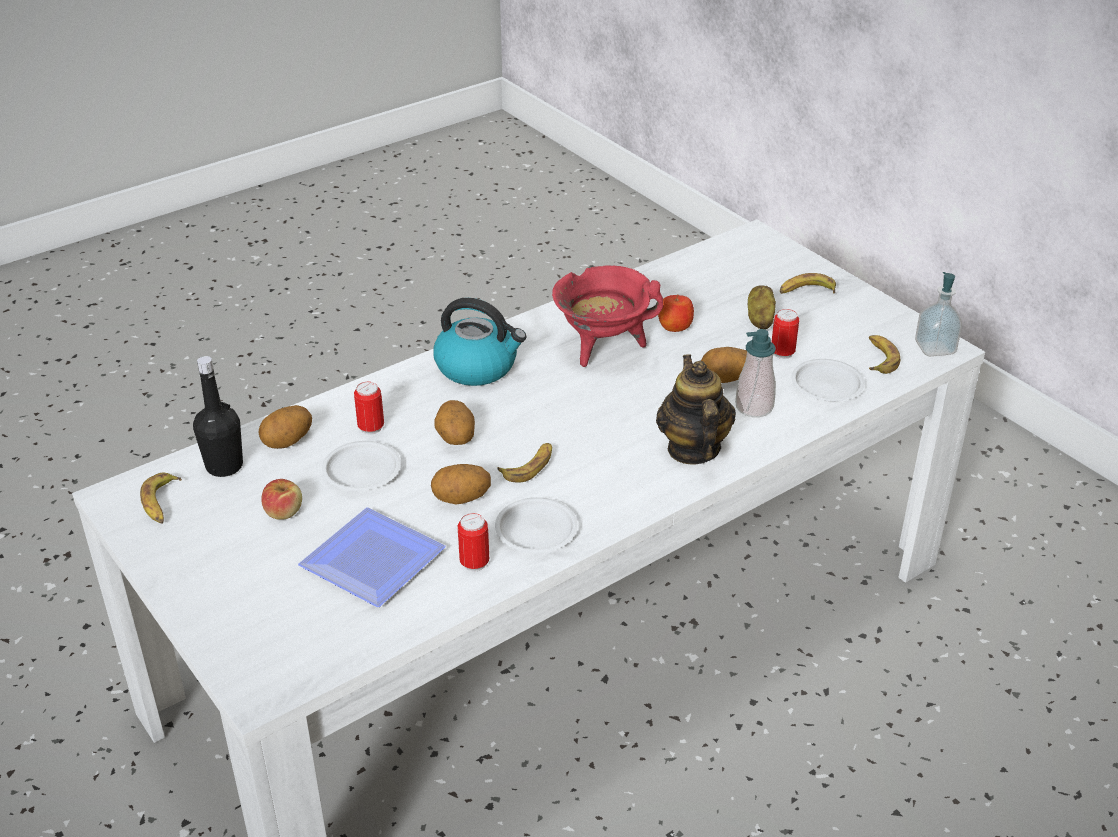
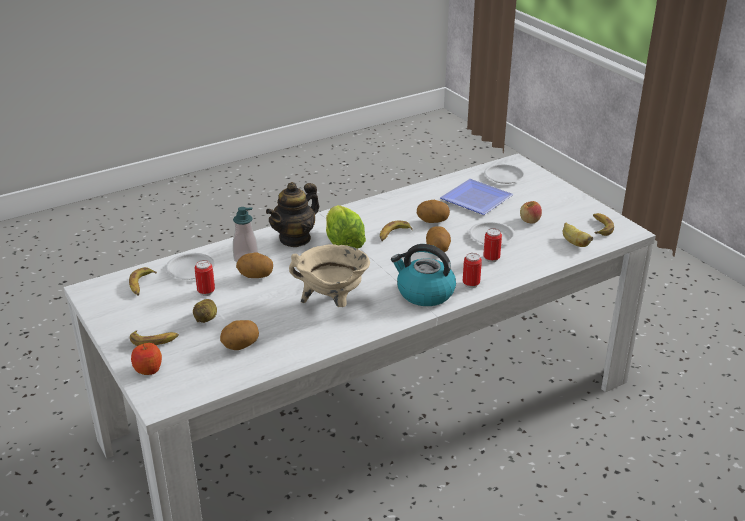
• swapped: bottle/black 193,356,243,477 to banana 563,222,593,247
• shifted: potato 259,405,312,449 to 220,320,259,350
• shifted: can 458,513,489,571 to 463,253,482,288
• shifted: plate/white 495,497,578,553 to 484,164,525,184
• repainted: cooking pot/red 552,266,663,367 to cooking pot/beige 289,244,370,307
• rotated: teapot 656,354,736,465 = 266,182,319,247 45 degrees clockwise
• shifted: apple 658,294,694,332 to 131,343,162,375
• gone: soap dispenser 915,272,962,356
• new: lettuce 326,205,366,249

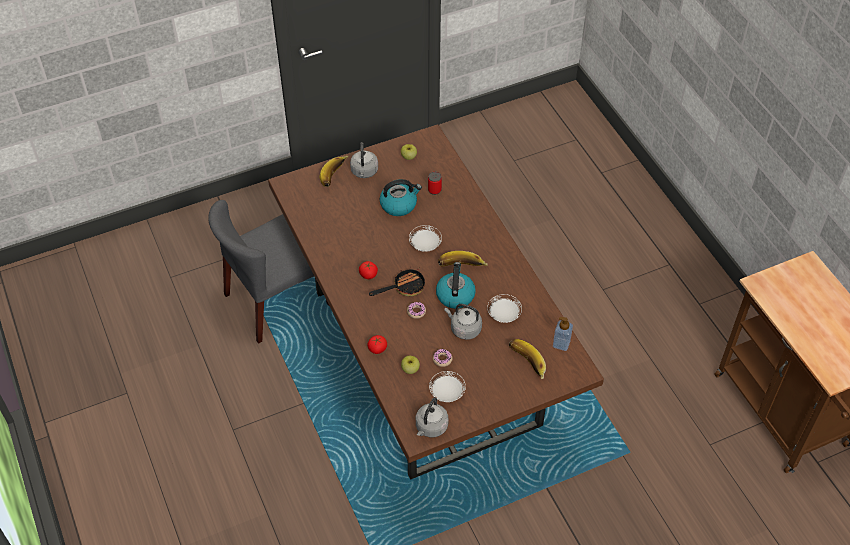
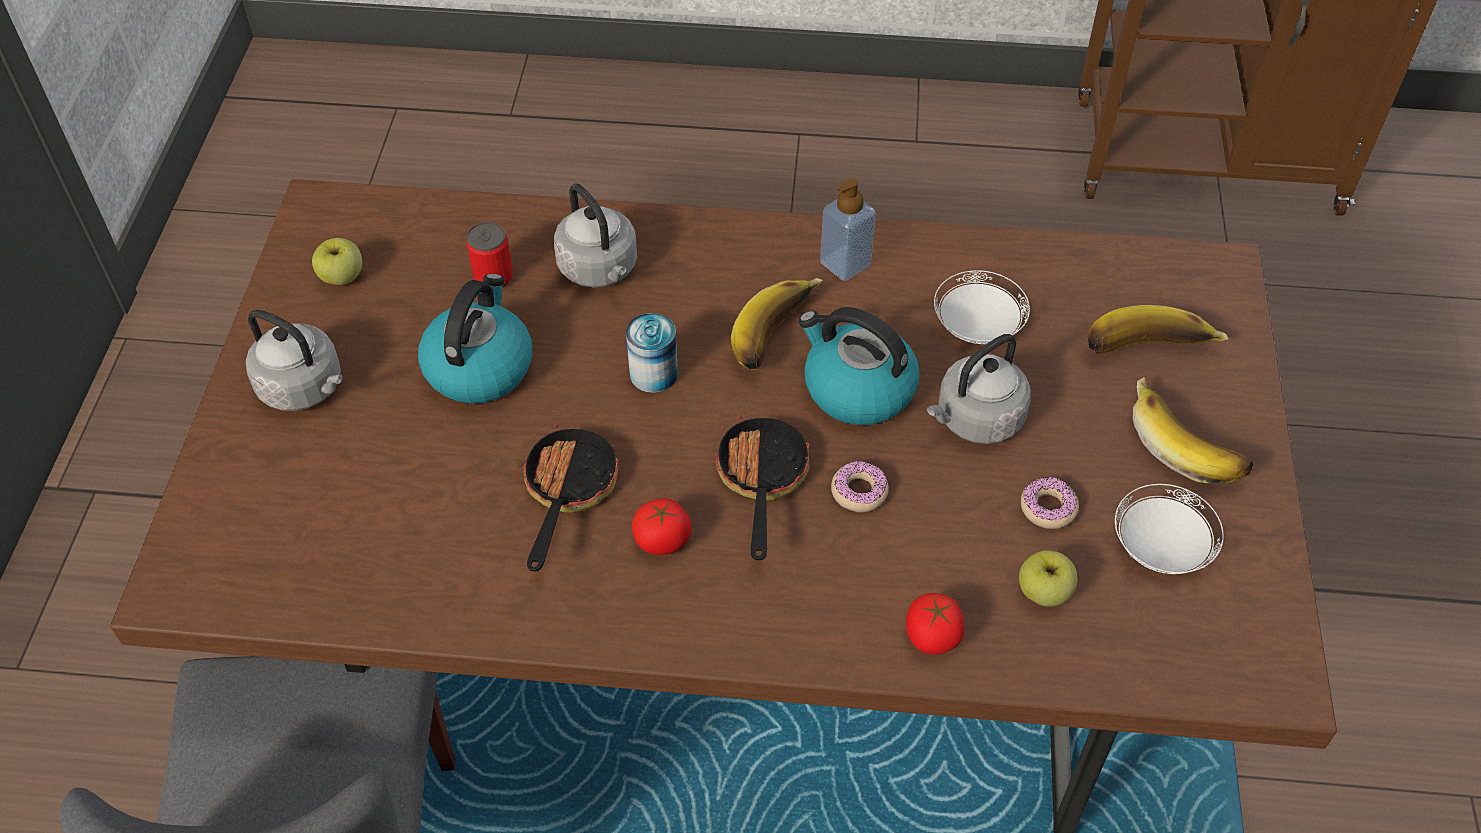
• shifted: banana 320,156,348,187 to 1133,377,1253,483
• swapped: plate/white 409,225,442,252 to can 626,313,678,393
• shifted: kettle/grey 416,397,448,437 to 554,183,637,288
• shifted: soap dispenser 553,317,573,351 to 820,178,876,281
• new: frying pan 522,415,619,572

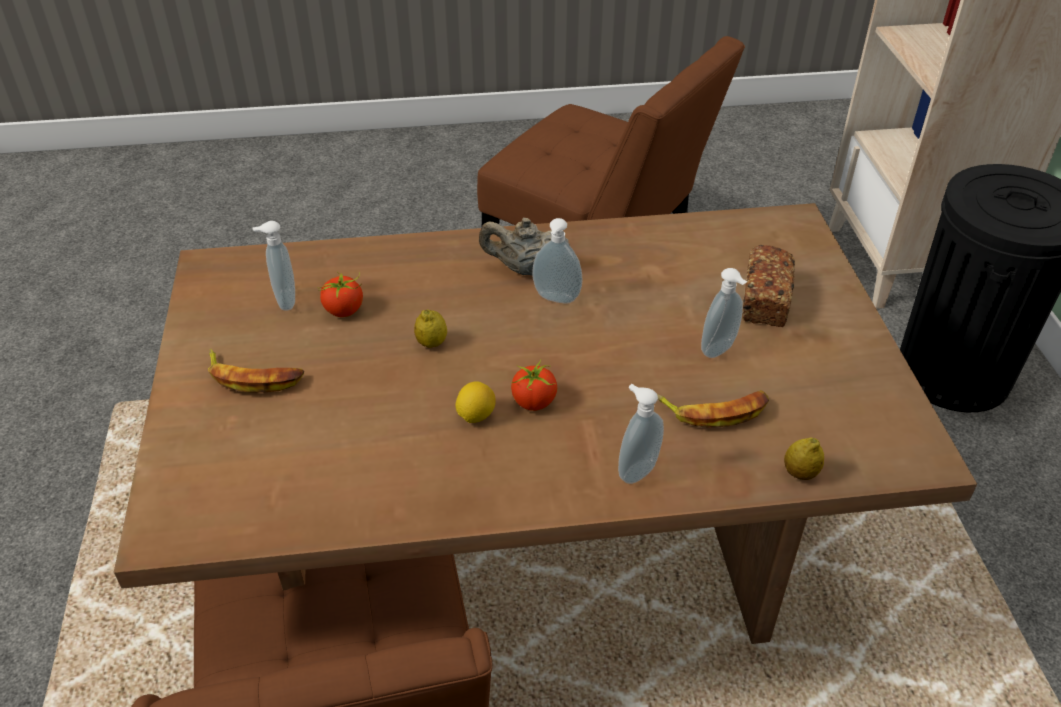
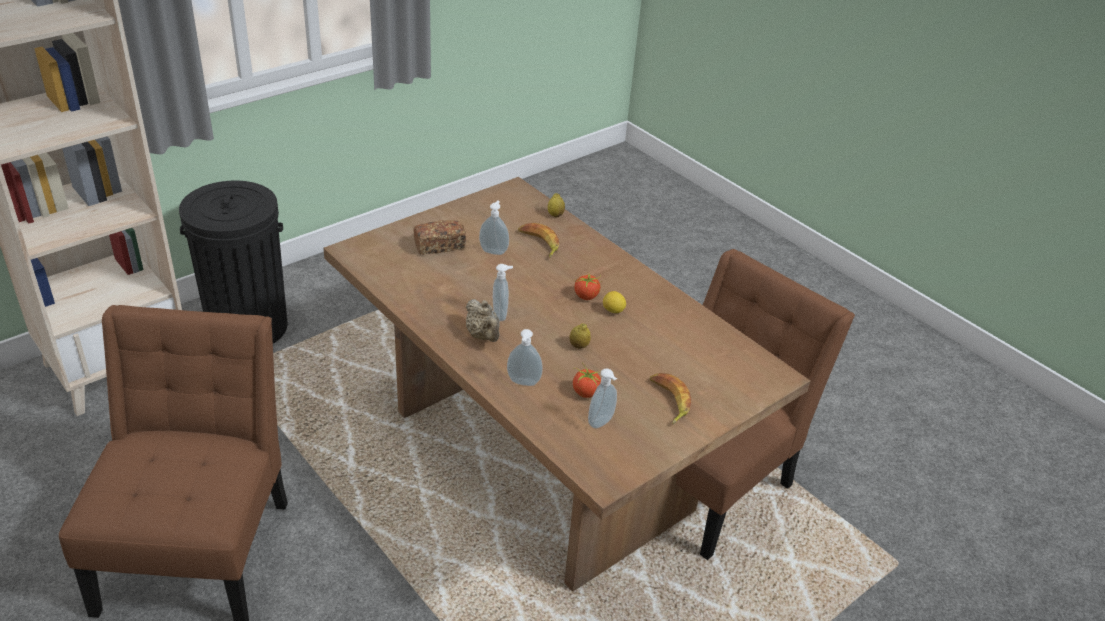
• shifted: soap dispenser 618,384,664,484 to 507,329,543,386

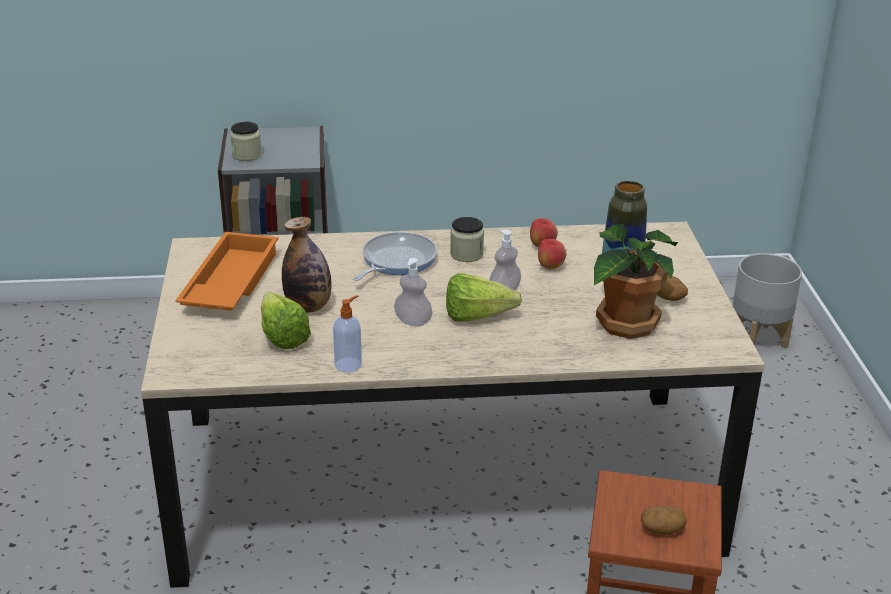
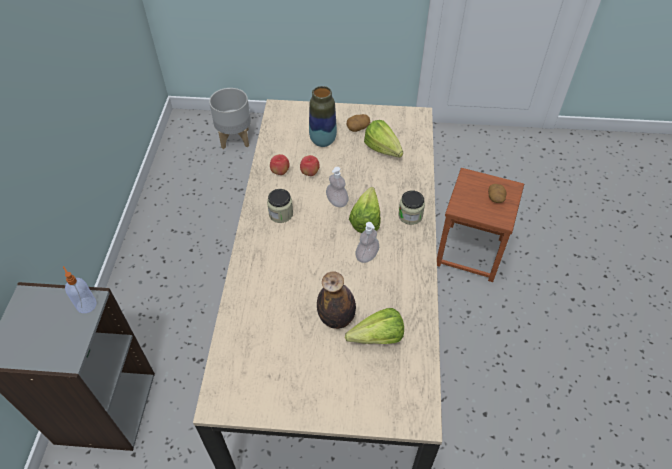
• gone: tray/orange 175,232,278,311
• shifted: jar 230,122,261,161 to 398,190,425,225
• shifted: soap dispenser 333,295,362,373 to 63,266,97,313
• gone: frying pan 353,232,437,281
• swapped: potted plant 594,224,678,339 to lettuce 364,120,403,158

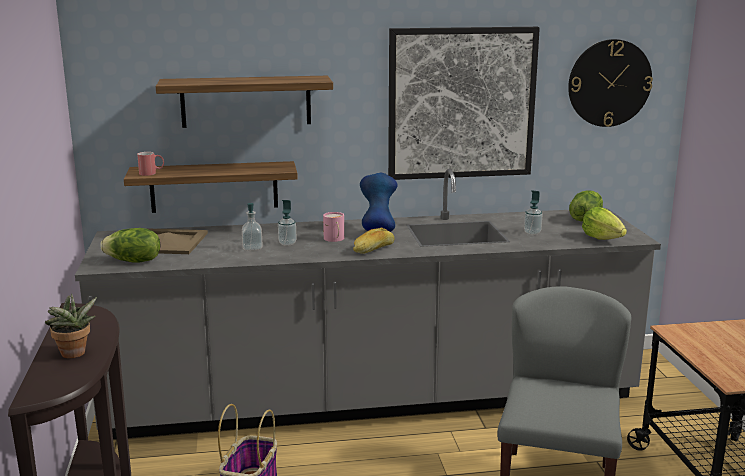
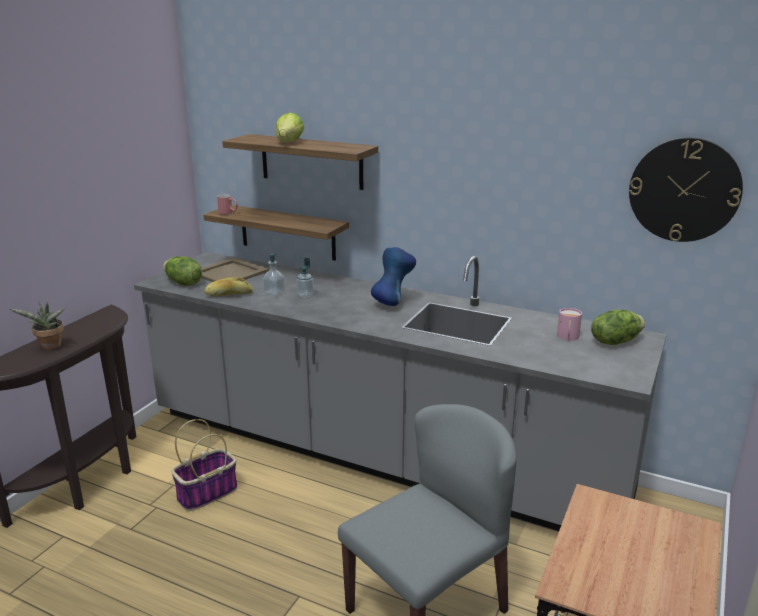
• shifted: mug/pink 323,212,344,242 to 557,308,582,341
• shifted: bread 353,227,395,254 to 204,277,253,297
• gone: picture 388,27,540,180
• gone: soap dispenser 524,190,542,235
• shifted: lettuce 582,207,627,240 to 276,112,304,142

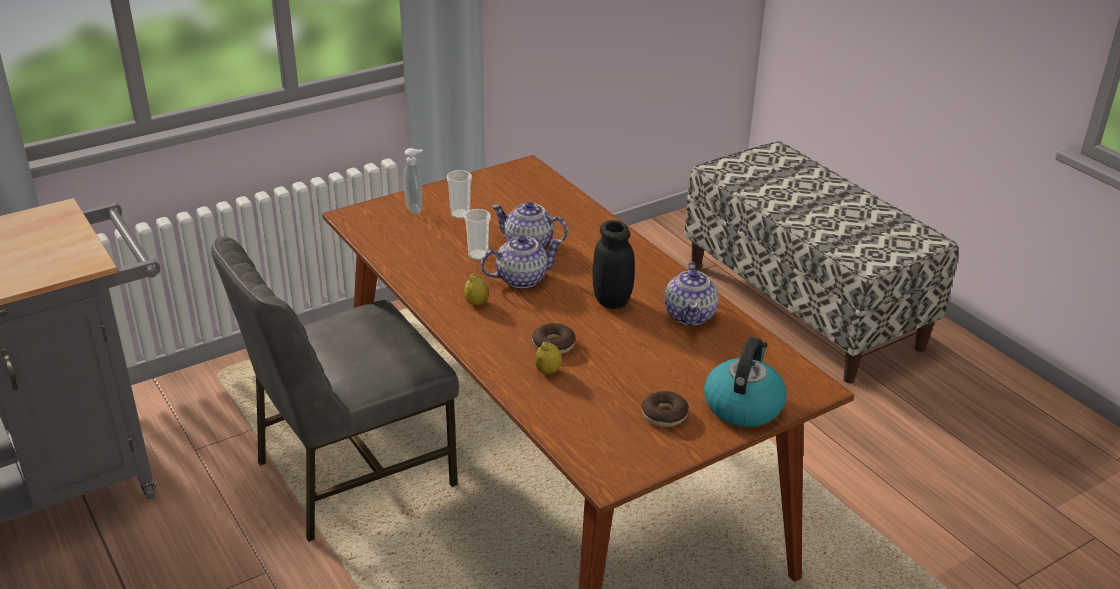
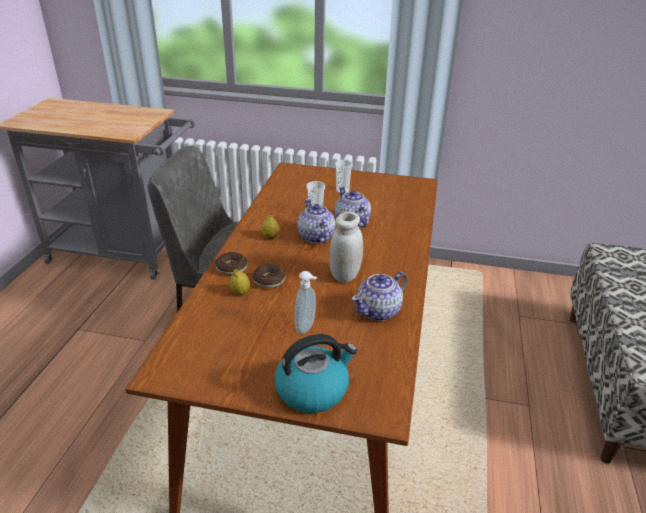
• shifted: soap dispenser 403,148,423,214 to 295,271,317,334
• rotated: teapot 480,235,563,288 = 297,199,336,243 135 degrees counterclockwise
• repainted: jar/black 592,220,635,309 to jar/white 330,212,363,283
• shifted: donut 642,391,689,427 to 215,252,248,275

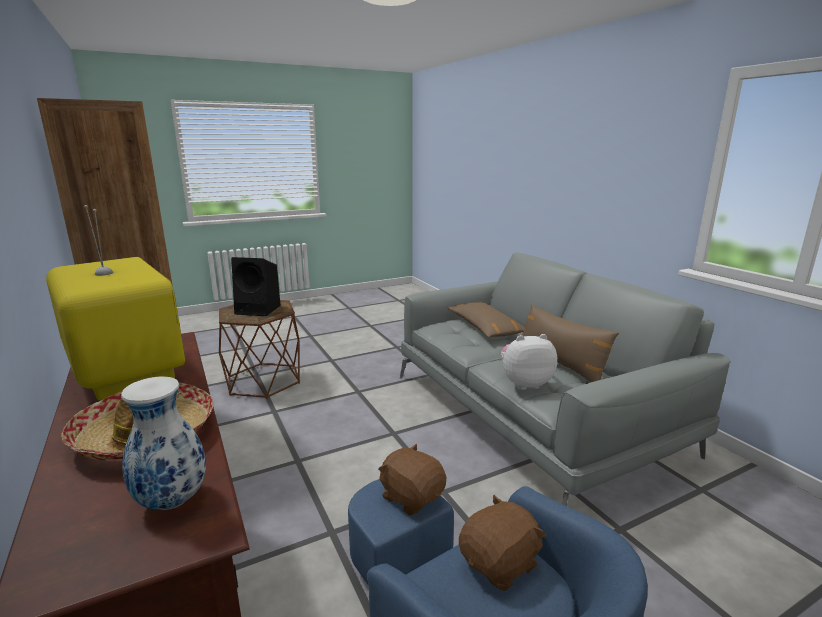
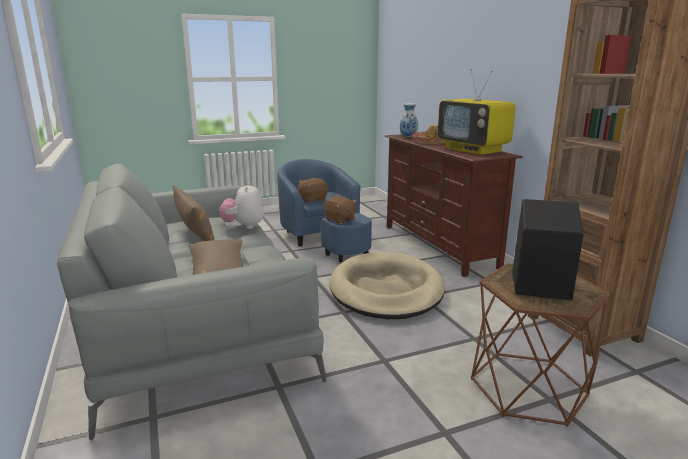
• rotated: plush toy 501,334,557,390 = 219,182,264,229 90 degrees clockwise
• new: dog bed/beige 330,252,445,319

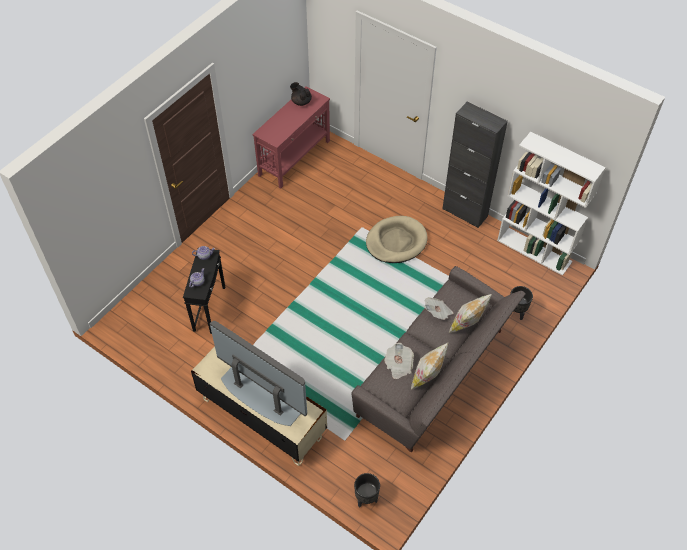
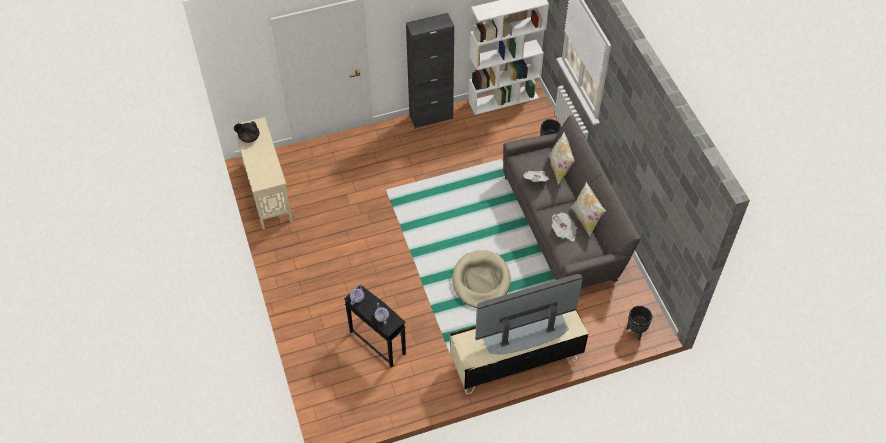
• repainted: console table/red 252,86,330,189 to console table/beige 233,117,293,229
• shifted: dog bed/beige 366,216,428,263 to 452,250,511,308

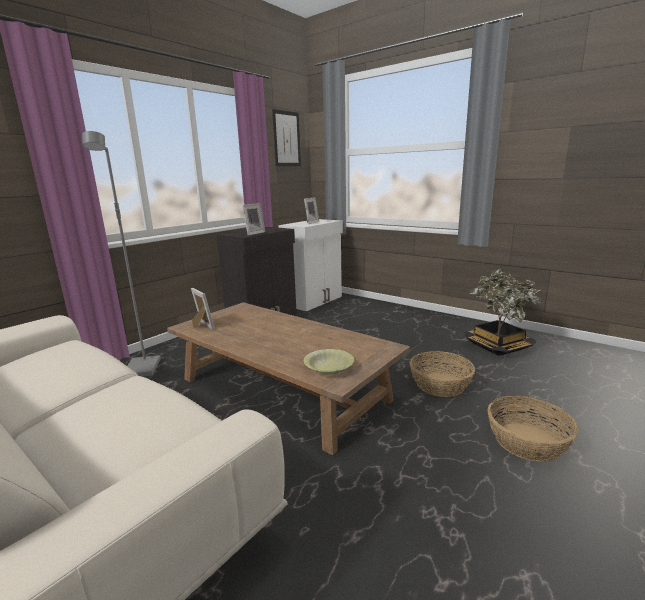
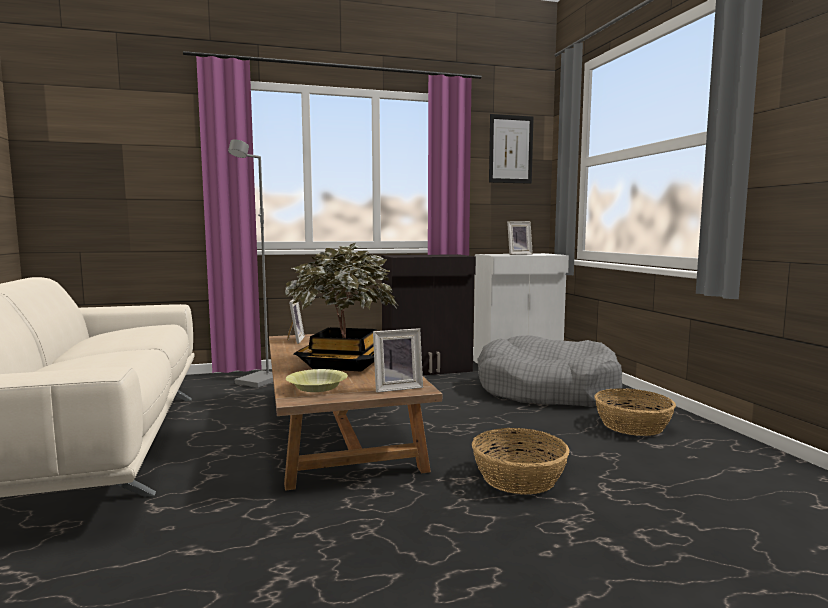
• shifted: picture frame 242,203,265,235 to 373,328,423,393
• shifted: potted plant 464,269,540,356 to 286,243,398,372
• shifted: basket 488,396,579,462 to 594,388,676,436
• new: dog bed/grey 477,335,622,407

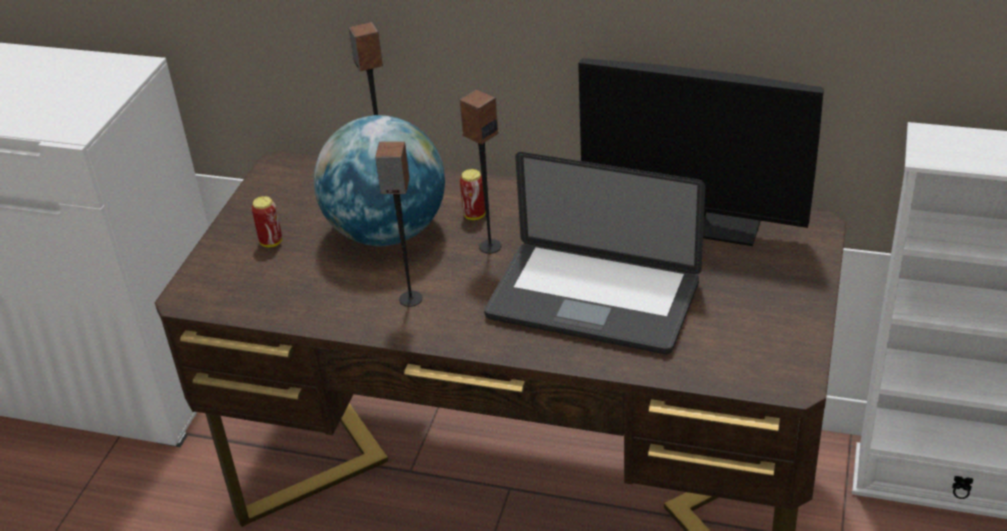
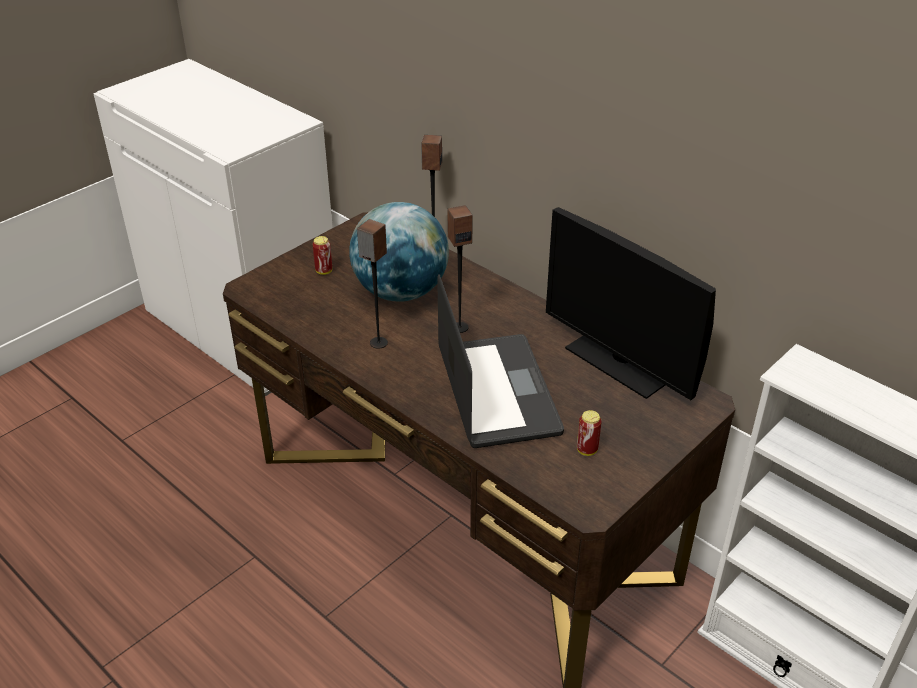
• shifted: can 460,169,486,220 to 577,410,602,456
• rotated: laptop 484,152,705,354 = 437,274,564,448 150 degrees counterclockwise

